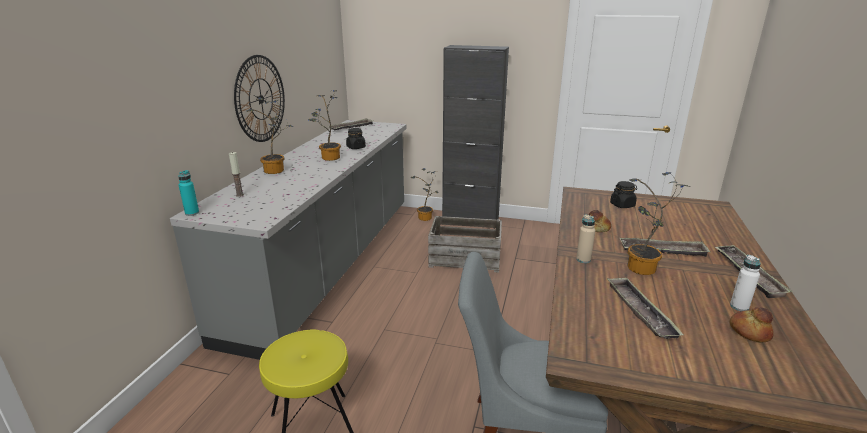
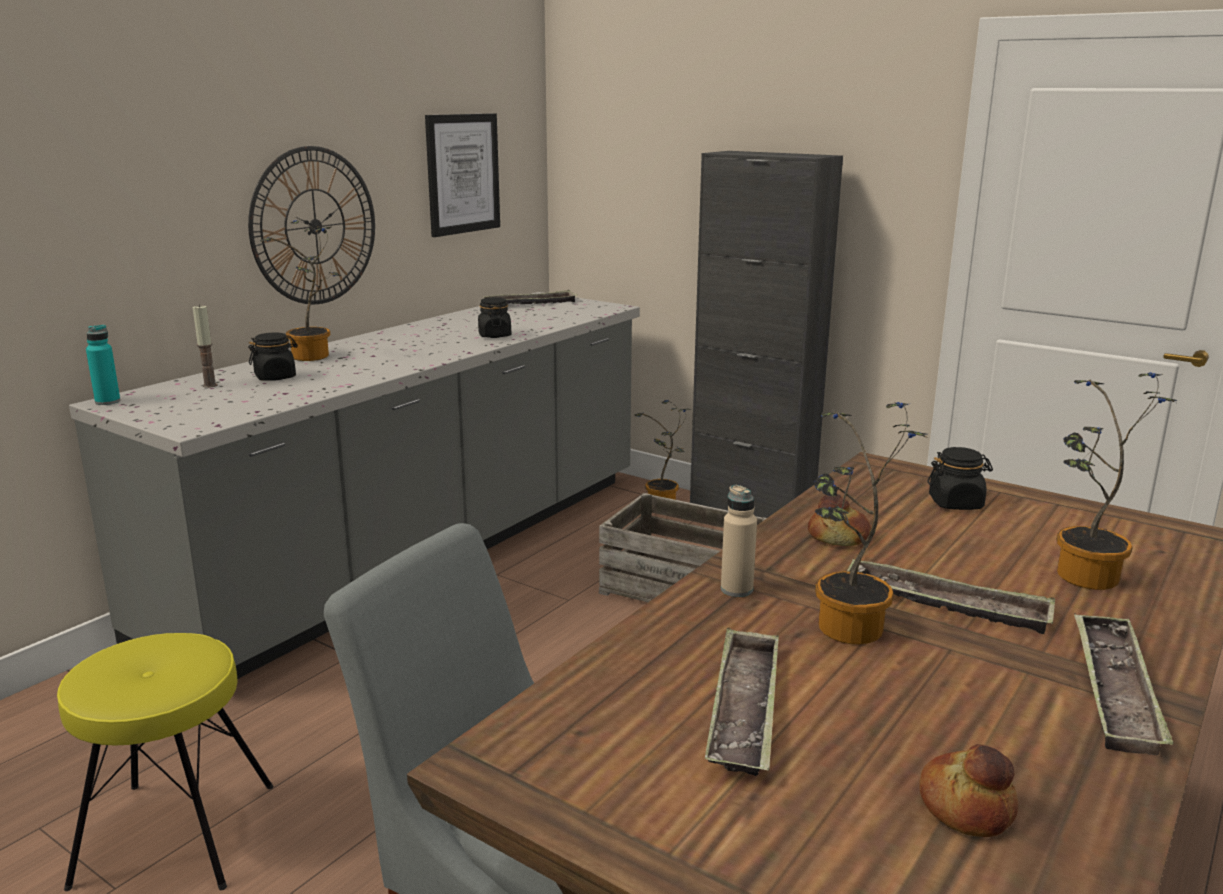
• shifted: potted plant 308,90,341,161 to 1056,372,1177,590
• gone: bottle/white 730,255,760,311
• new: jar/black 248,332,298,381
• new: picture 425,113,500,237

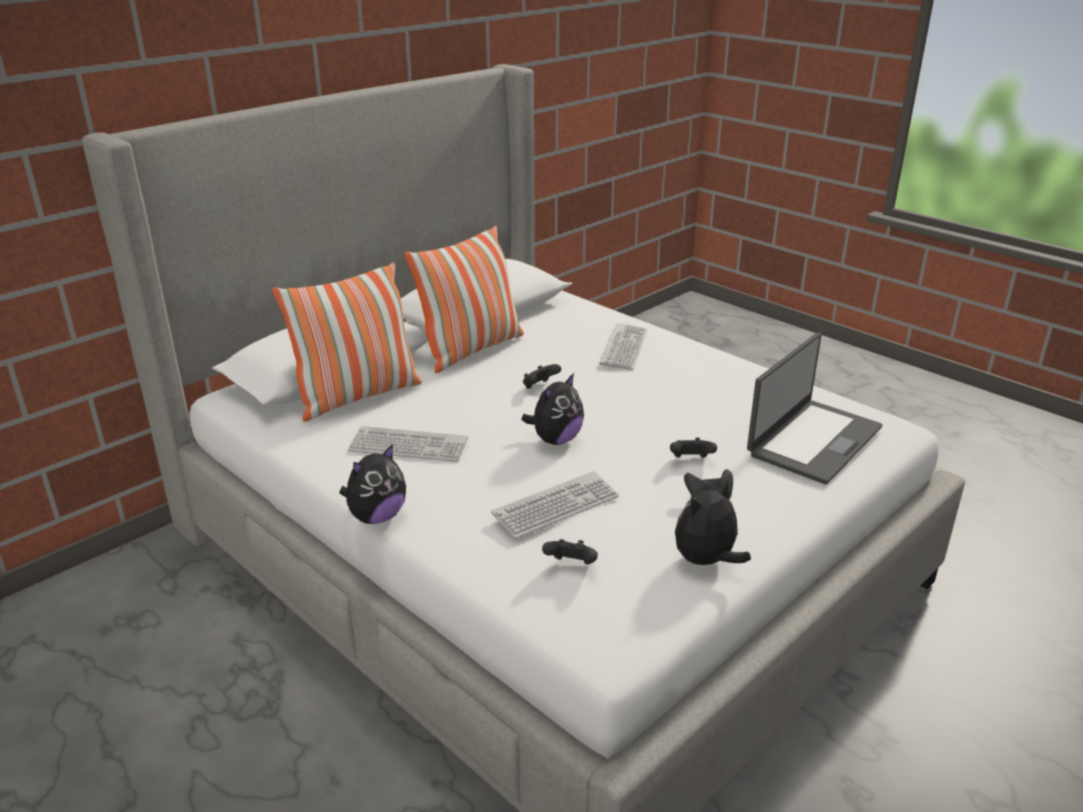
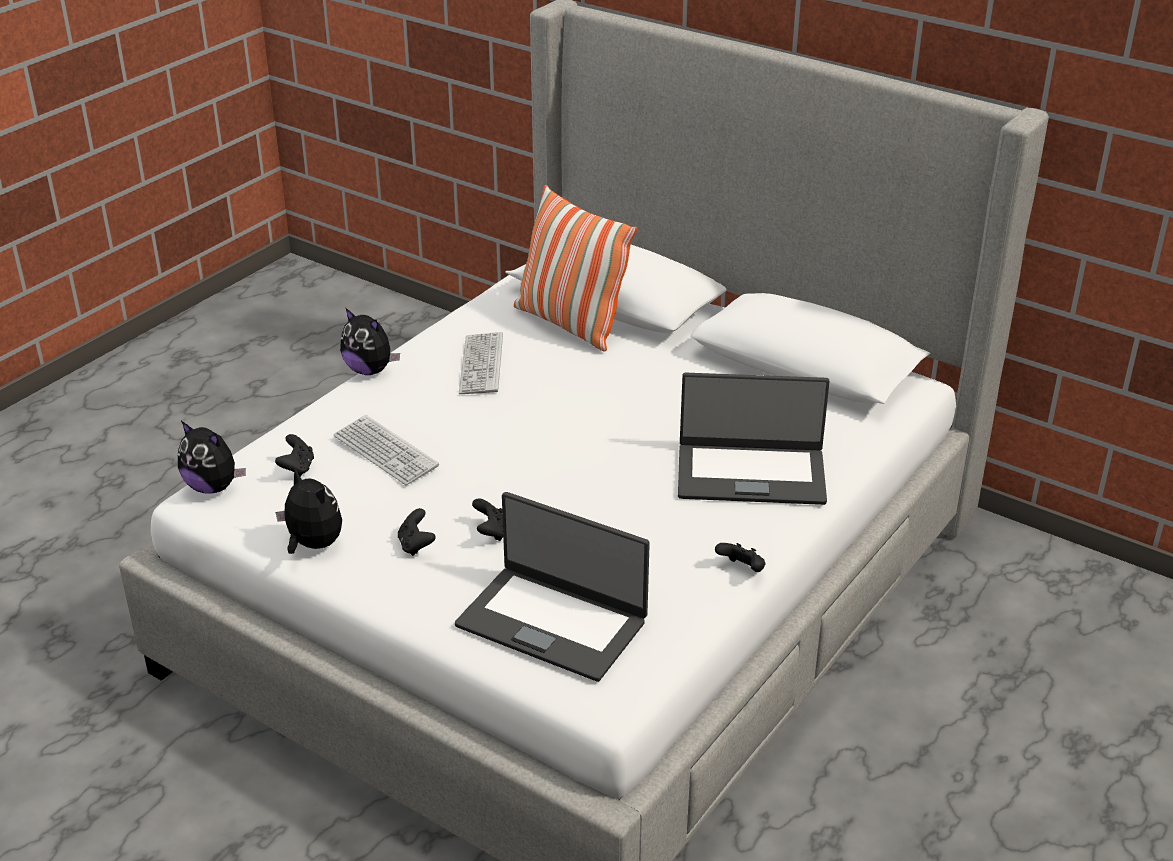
• gone: pillow 404,226,524,373
• shifted: plush toy 521,373,584,445 to 178,421,246,494
• shifted: game controller/black 523,364,561,389 to 715,543,766,572
• swapped: keyboard 600,323,647,370 to laptop 678,373,830,505

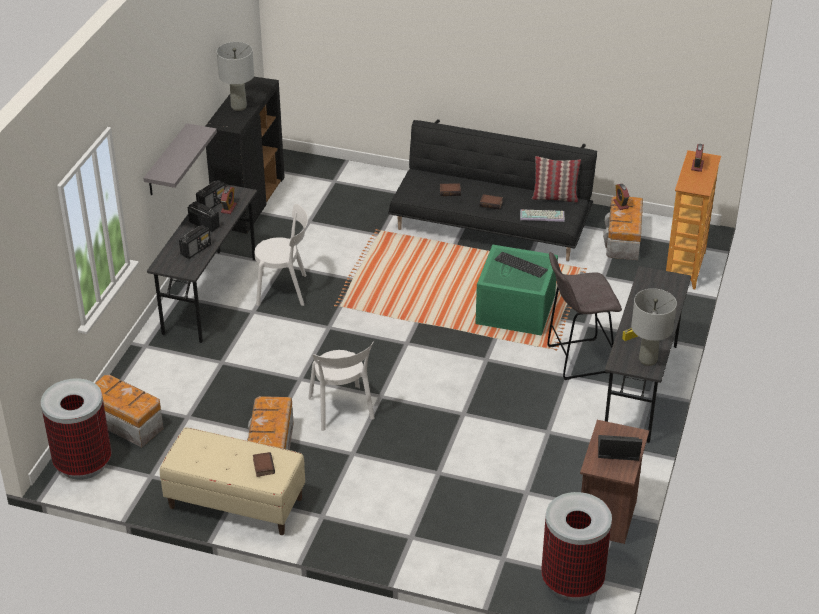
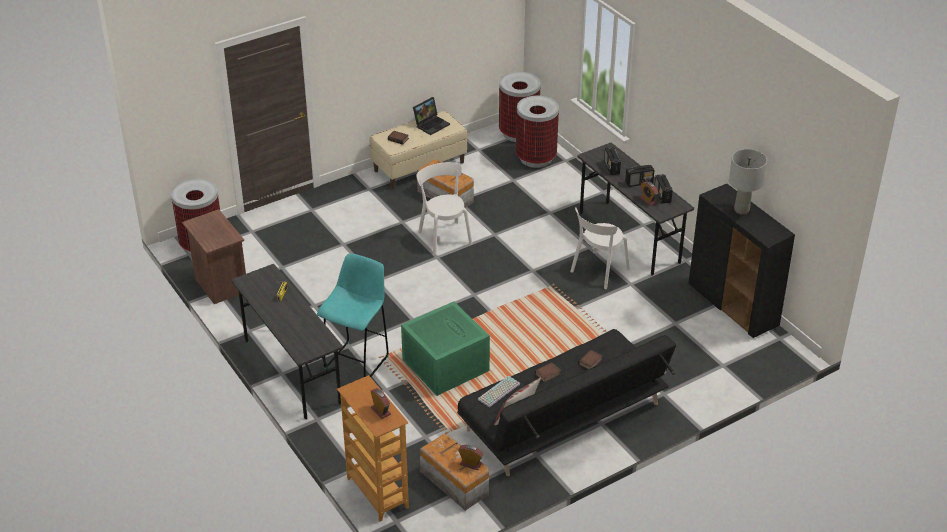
• swapped: storage box 95,375,163,447 to trash can 516,96,559,168
• gone: shelf/grey 144,123,217,195
• rotated: chair/white 308,341,375,431 = 416,162,472,255 45 degrees clockwise
• gone: keyboard 494,251,548,278
• repainted: stool/grey 547,252,622,380 to stool/turquoise 317,253,389,377
• shifted: laptop 598,435,642,461 to 413,97,450,135
• gone: table lamp/grey 631,288,677,366

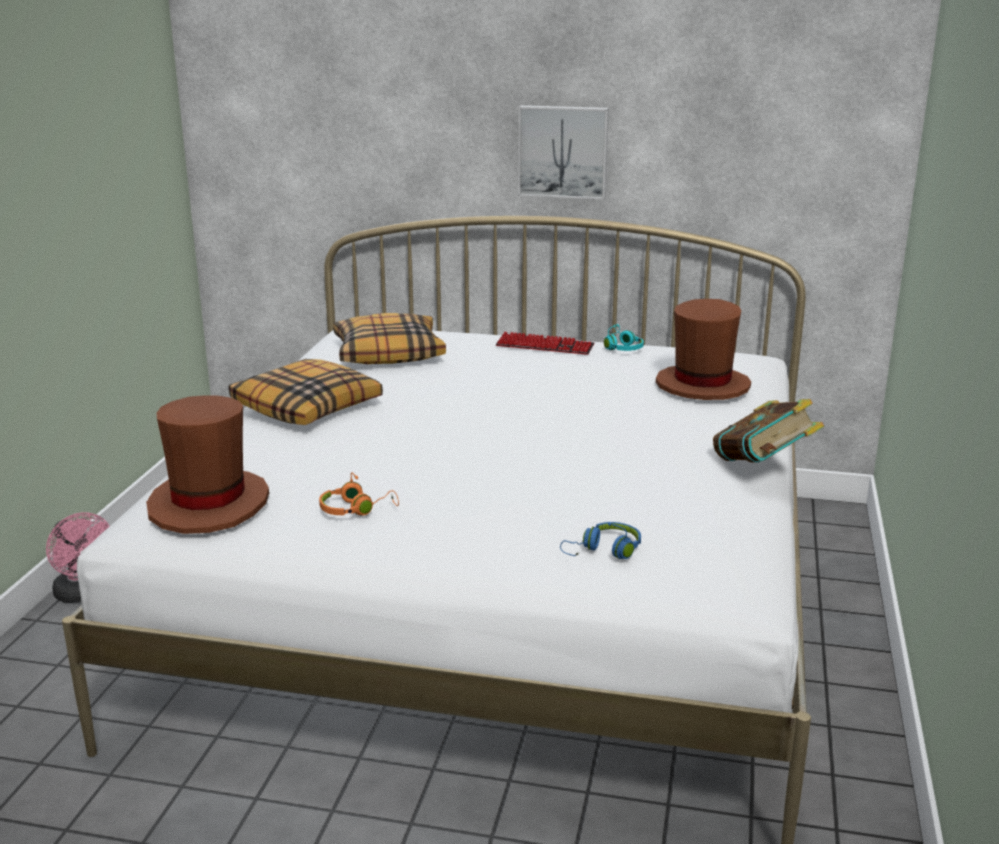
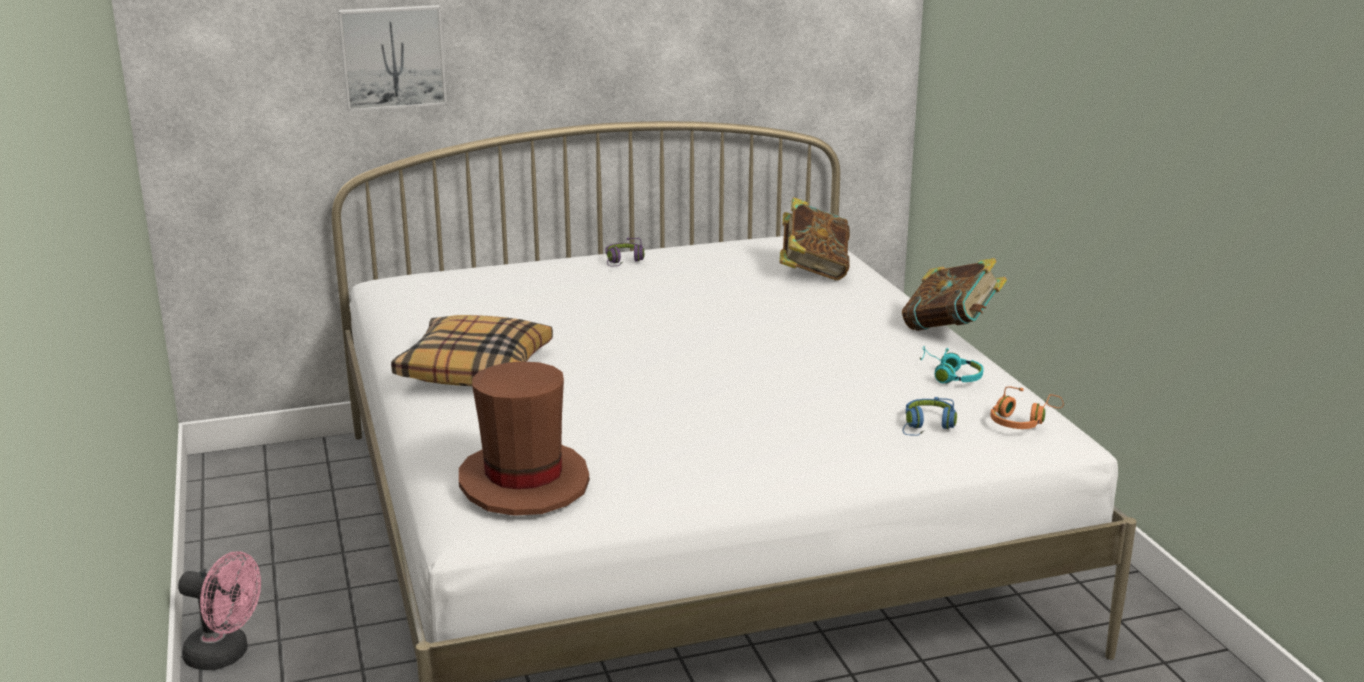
• shifted: headphones/orange 319,472,399,516 to 991,386,1064,429
• gone: pillow 333,313,446,364
• swapped: keyboard 496,332,594,355 to headphones/purple 606,237,644,266
• shifted: picture 518,105,609,200 to 338,5,447,112
• shifted: headphones/turquoise 604,324,644,351 to 919,346,983,384
• swapped: hat/brown 655,299,751,400 to book 780,197,850,280

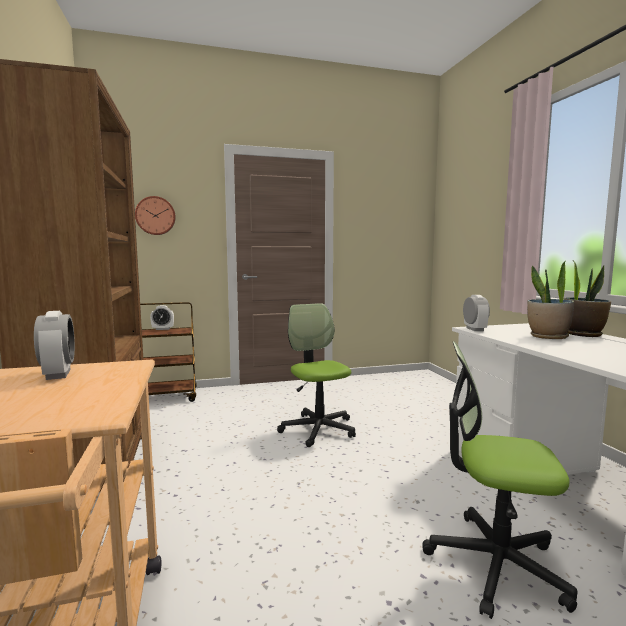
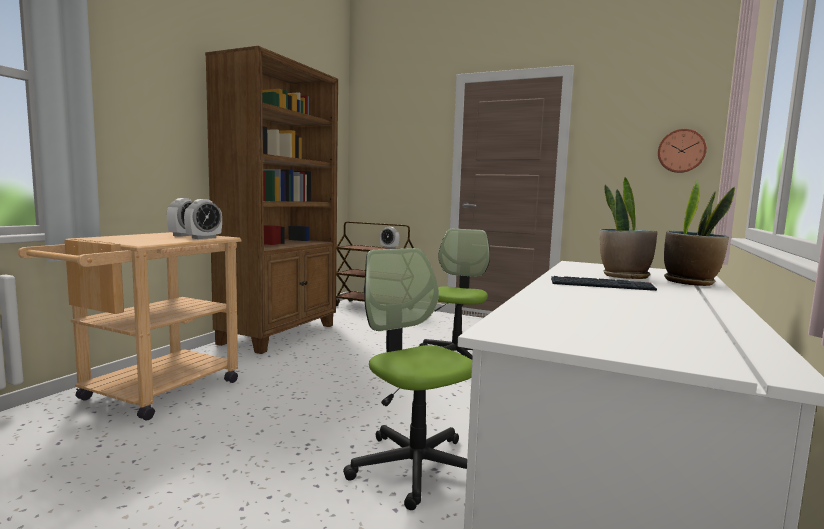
• shifted: wall clock 135,196,176,235 to 658,129,707,173
• shifted: alarm clock 463,295,490,331 to 184,199,222,239
• new: keyboard 551,276,657,291

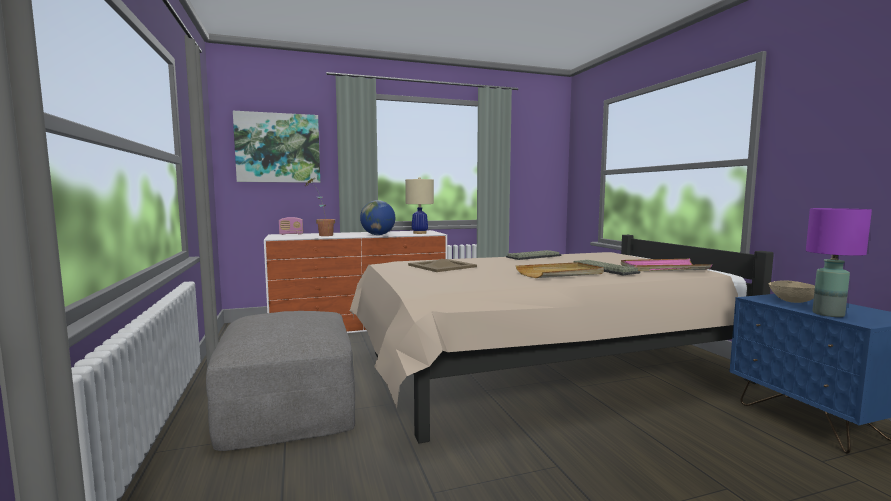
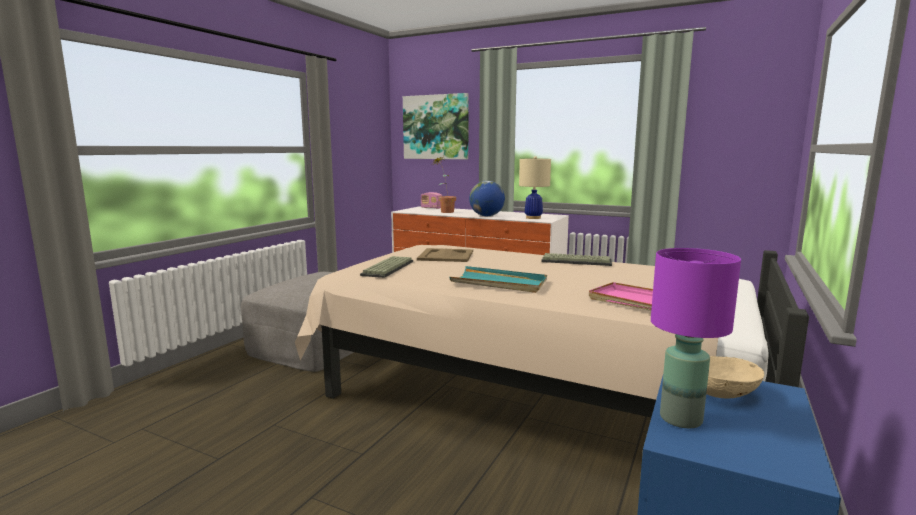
• repainted: tray/beige 516,262,604,278 to tray/turquoise 449,266,547,293
• shifted: keyboard 573,260,640,275 to 360,256,413,278

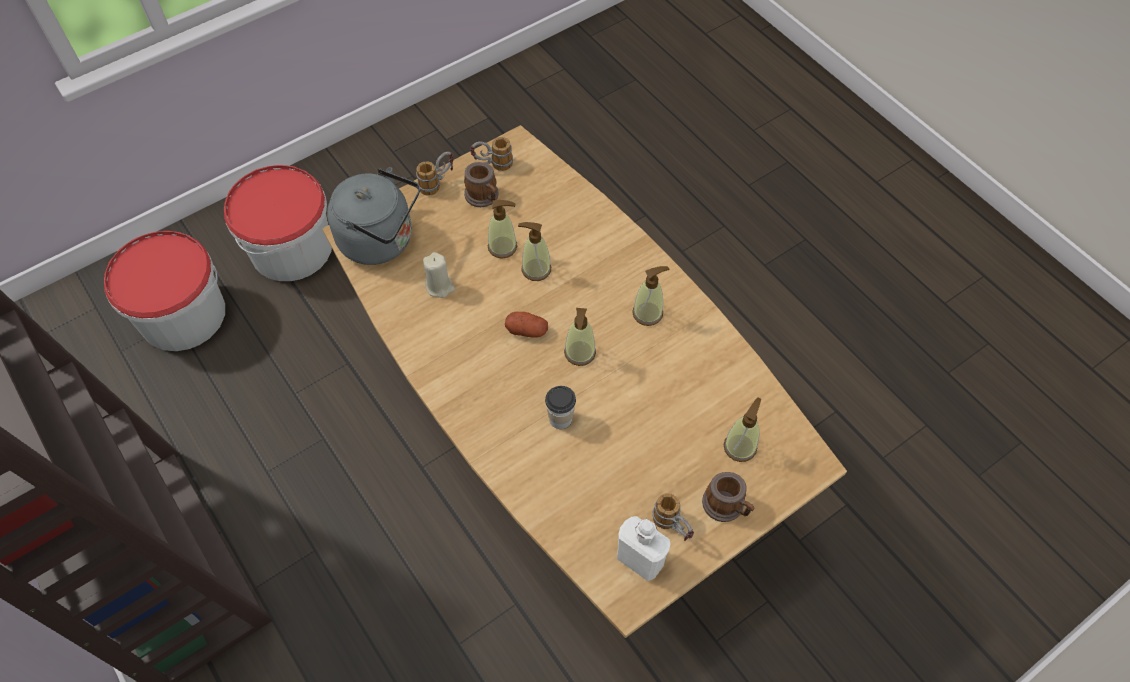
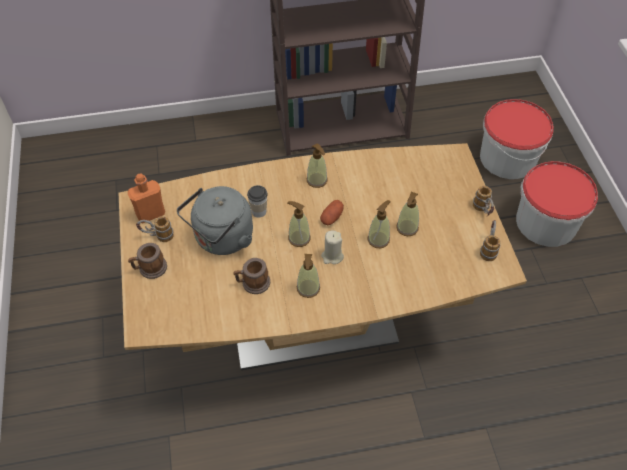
• shifted: kettle/grey 327,167,420,265 to 177,186,253,255
• shifted: candle/beige 423,252,455,298 to 321,231,344,264
• shifted: mug 464,162,499,207 to 233,258,270,294
• repainted: bottle/white 617,516,670,581 to bottle/orange 128,174,165,223
• shifted: soap dispenser 724,397,761,462 to 307,143,328,188

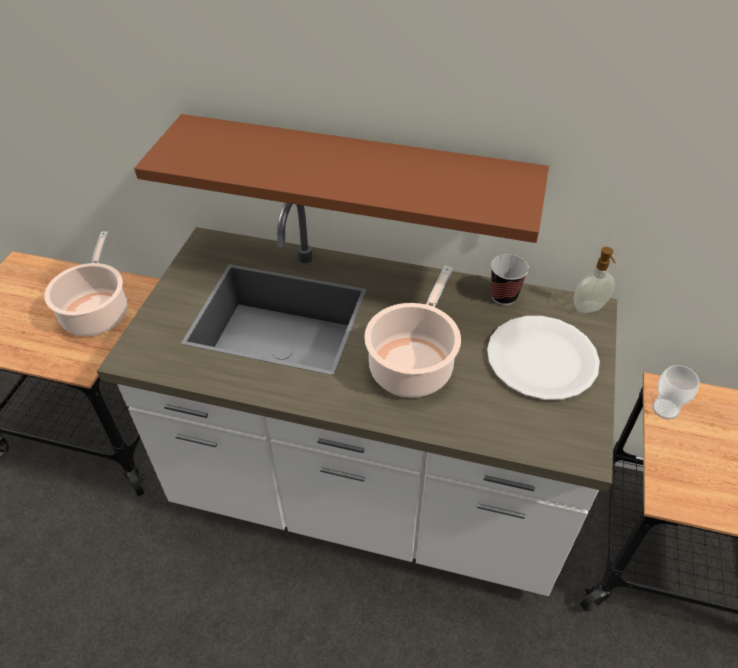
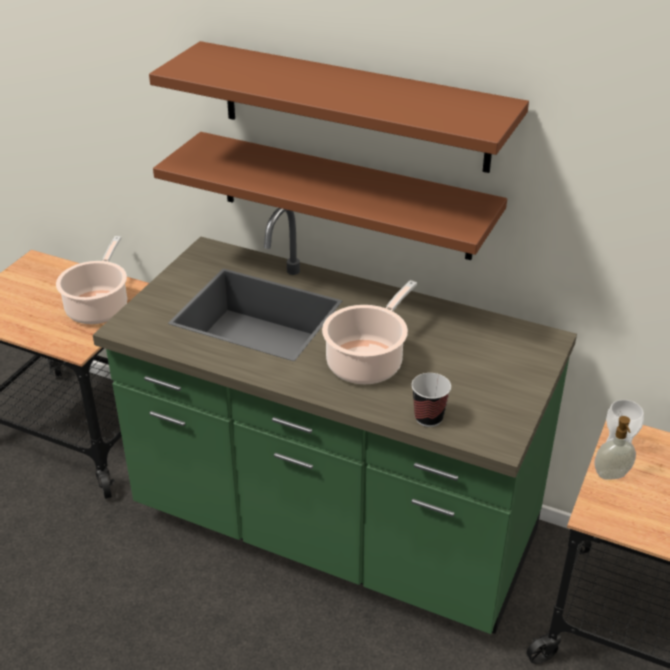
• repainted: counter/white 97,203,617,596 to counter/green 93,208,577,634
• gone: plate/white 487,316,600,400
• shifted: cup 491,254,529,305 to 412,373,451,427
• shifted: soap dispenser 573,247,616,313 to 594,416,636,480
• new: shelf/brown 149,41,529,173

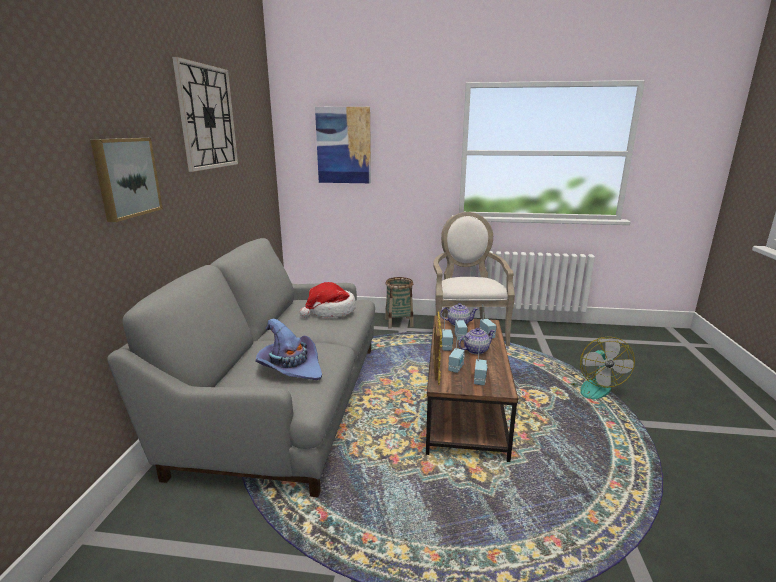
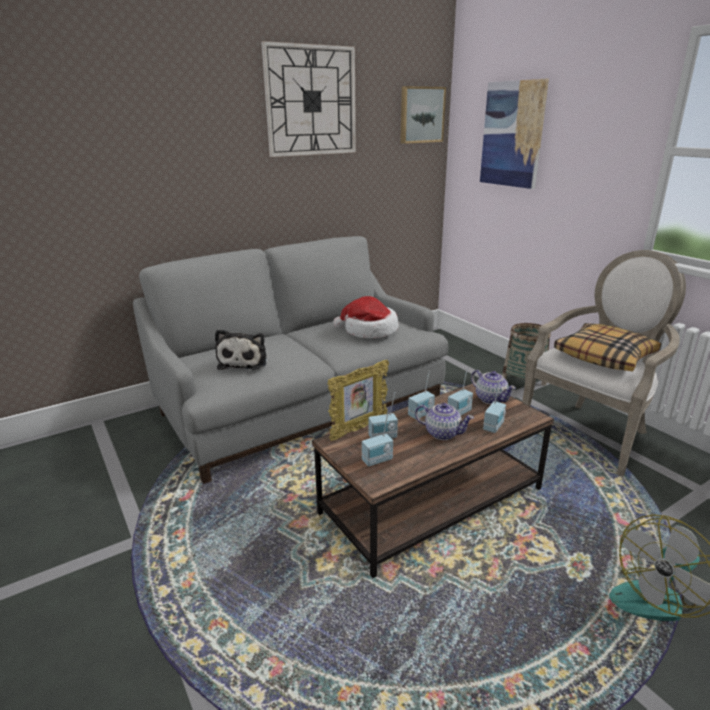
• shifted: picture 90,138,163,222 to 400,86,446,144
• swapped: hat/purple 256,319,322,380 to plush toy 215,329,267,370
• new: pillow 554,323,661,371

